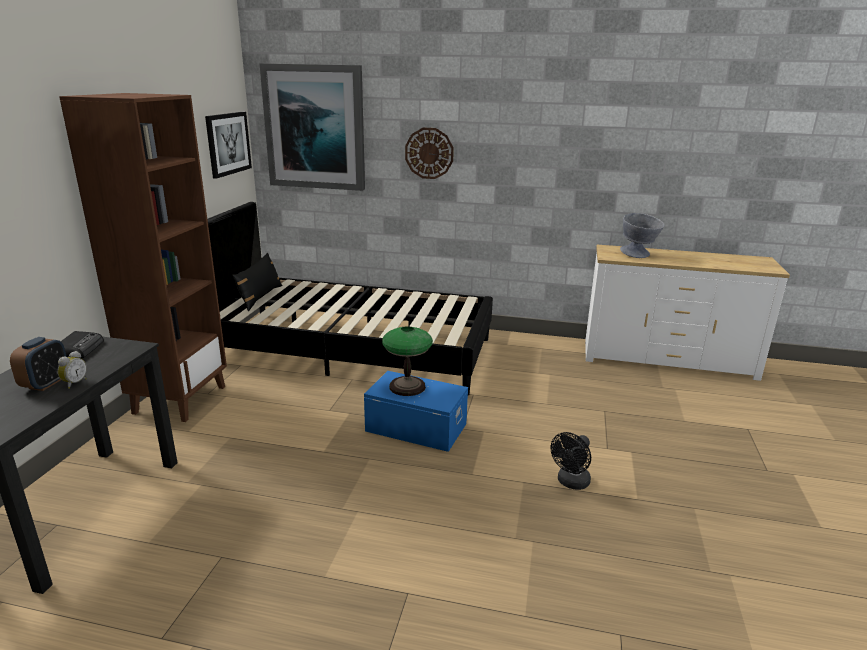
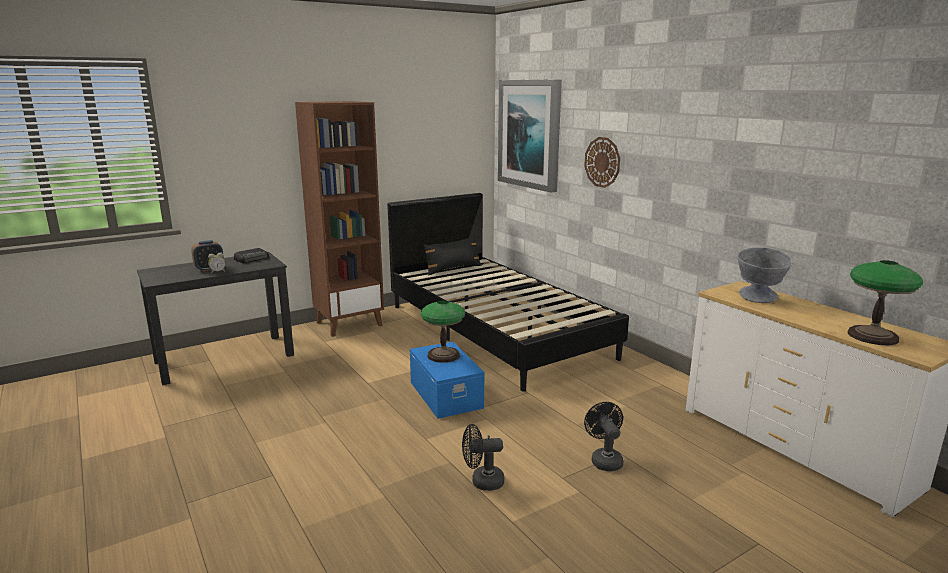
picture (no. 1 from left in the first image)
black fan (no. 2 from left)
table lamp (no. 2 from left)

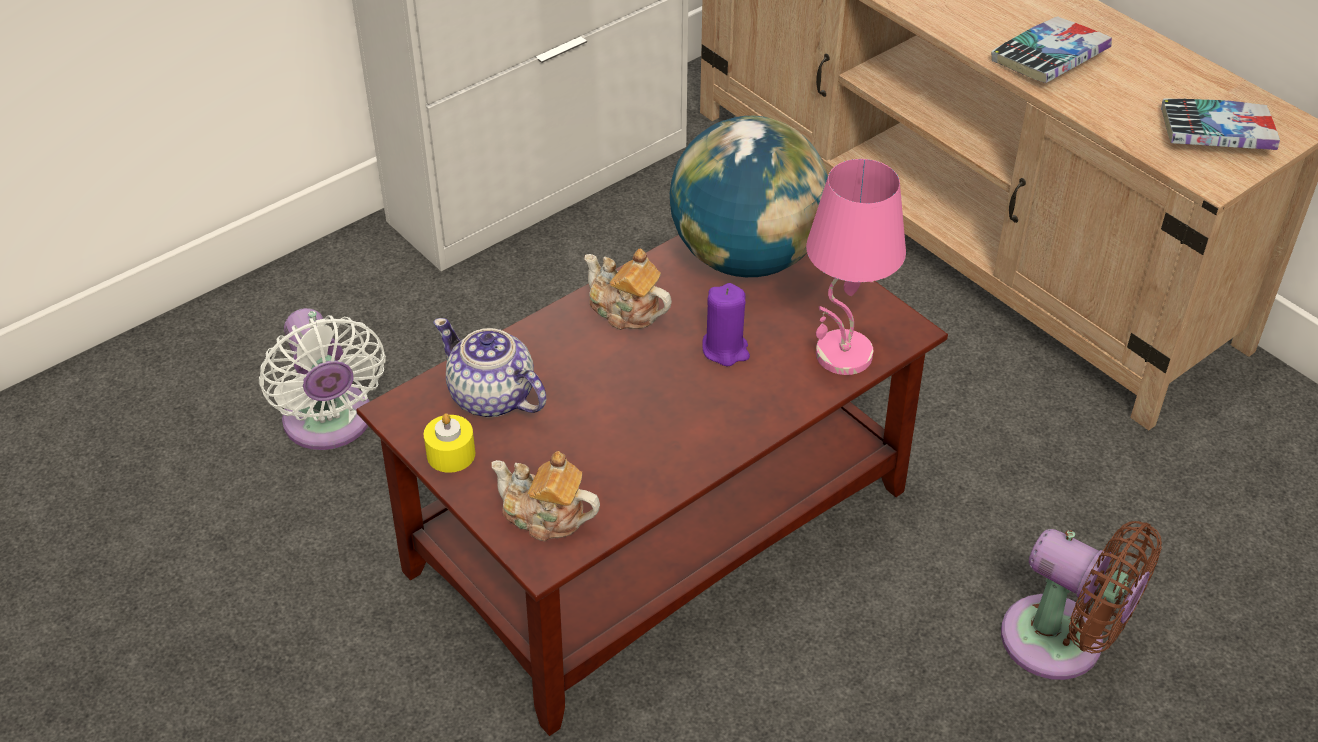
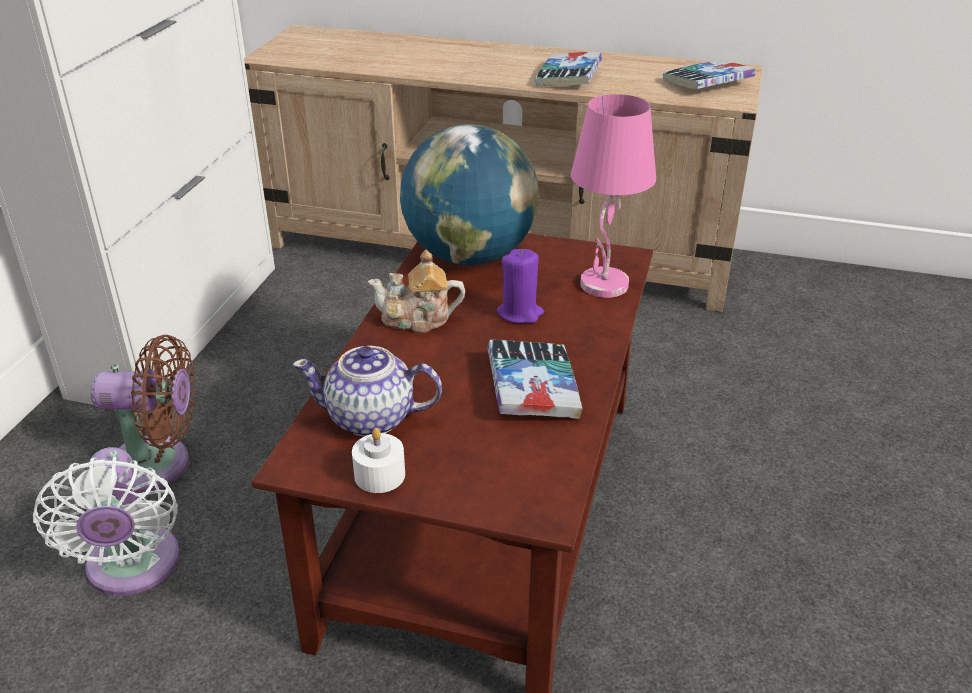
teapot (no. 2 from left in the first image)
book (no. 1 from left)
brown fan
white candle
white fan

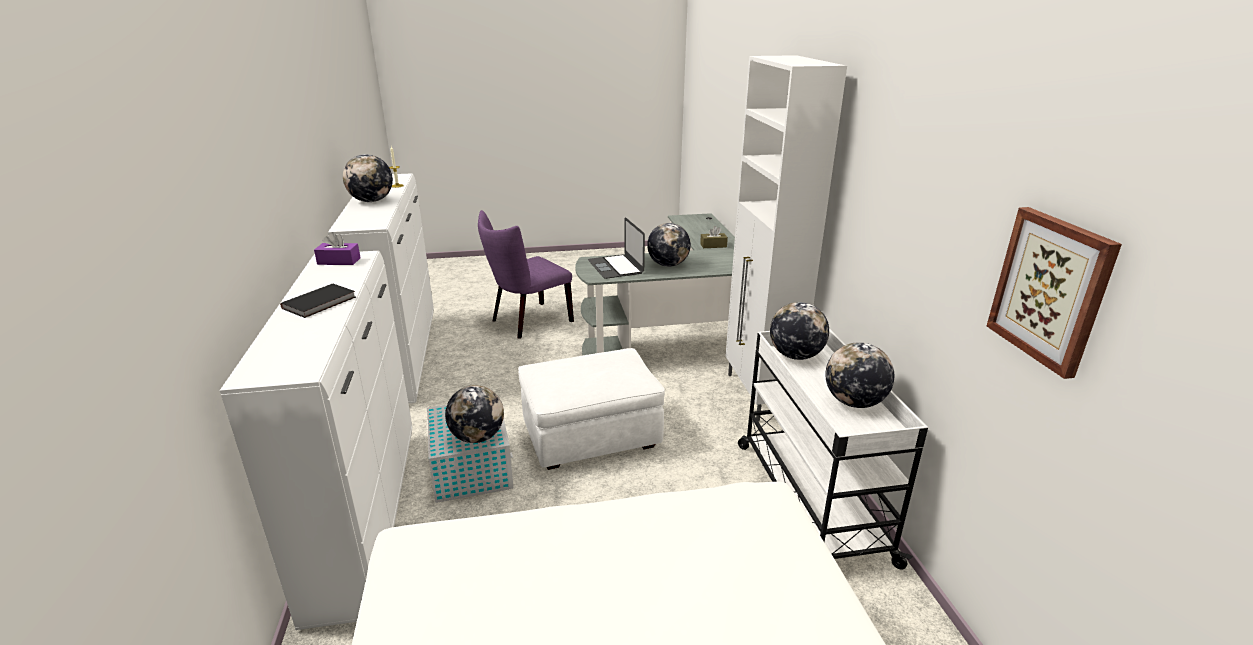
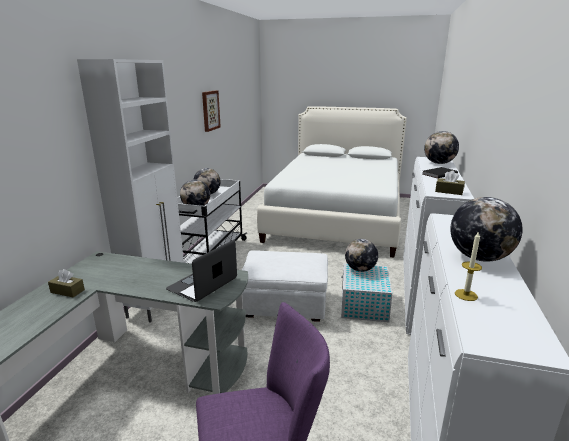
globe (no. 4 from left)
brown tissue box (no. 2 from left)
laptop

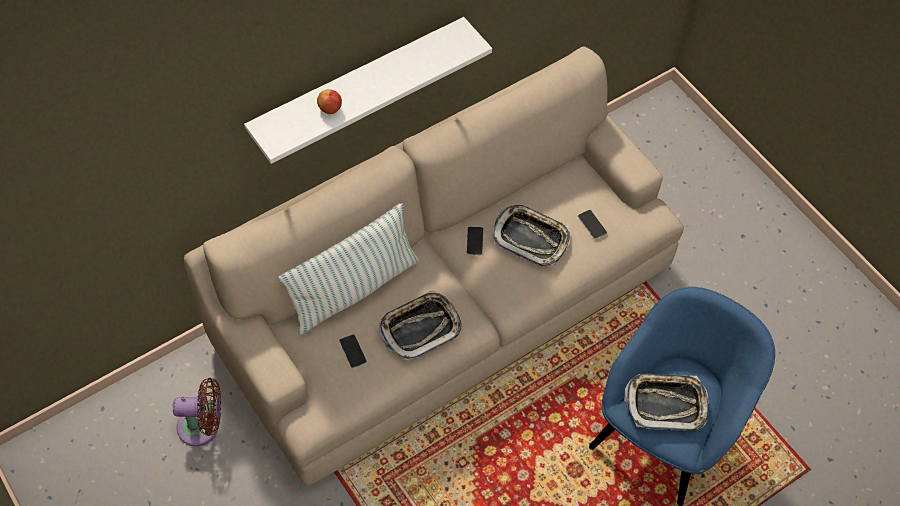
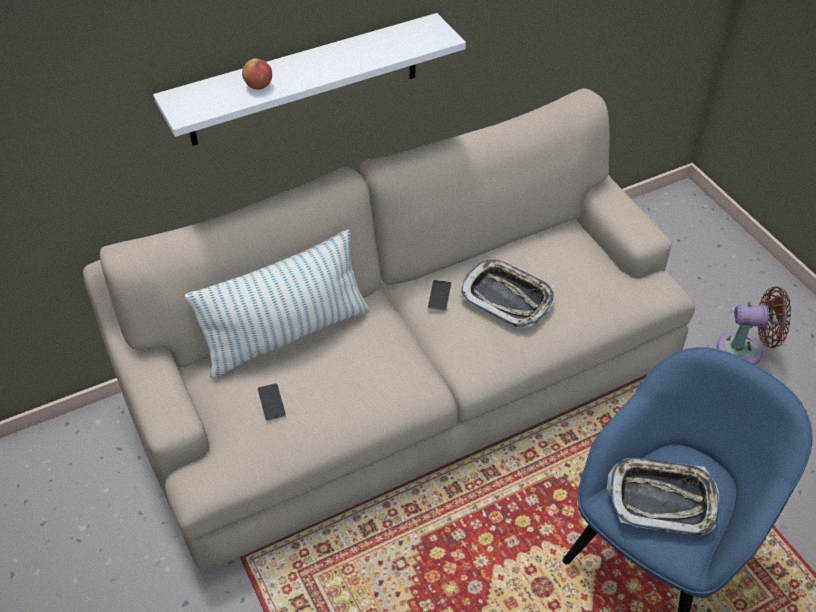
tray (no. 1 from left in the first image)
phone (no. 3 from left in the first image)
brown fan

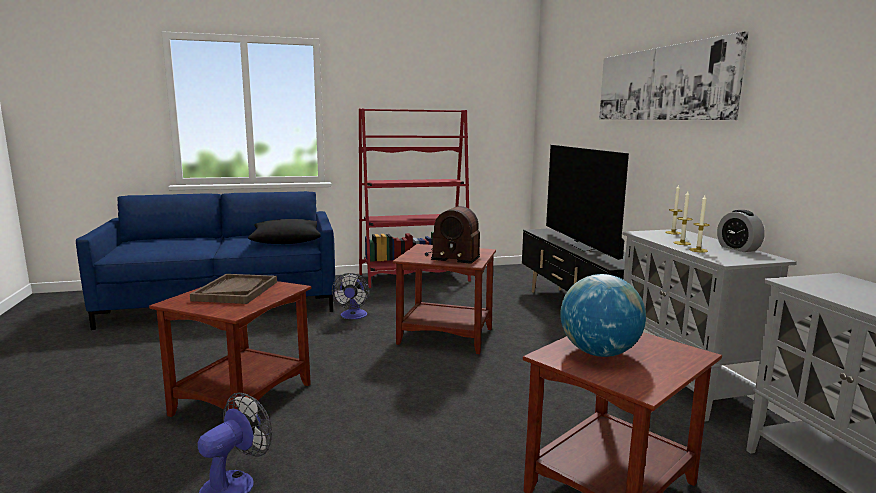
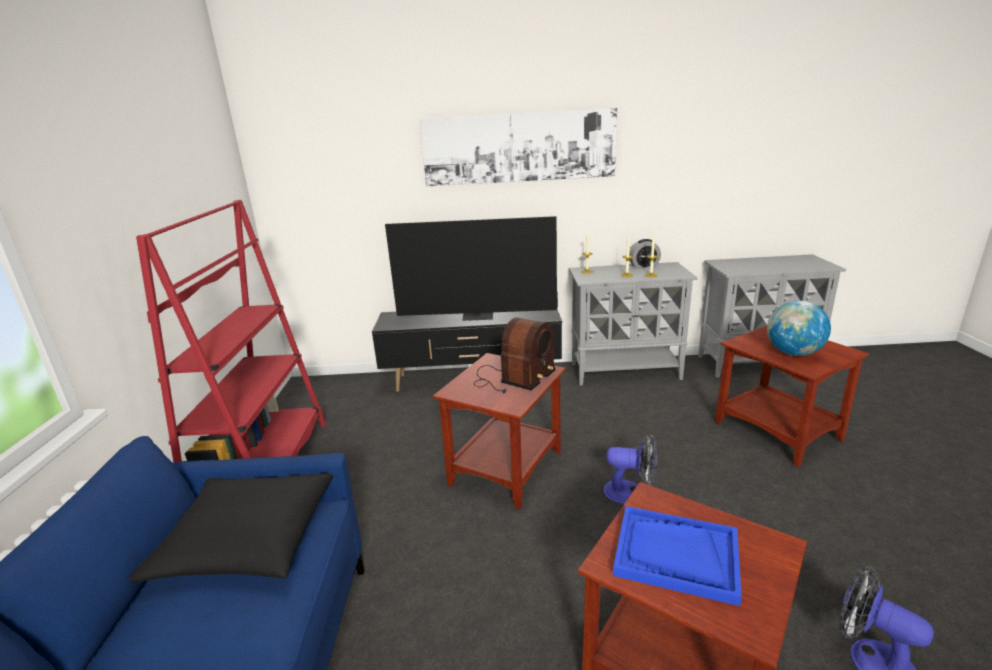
fan (no. 1 from left)
blue tray

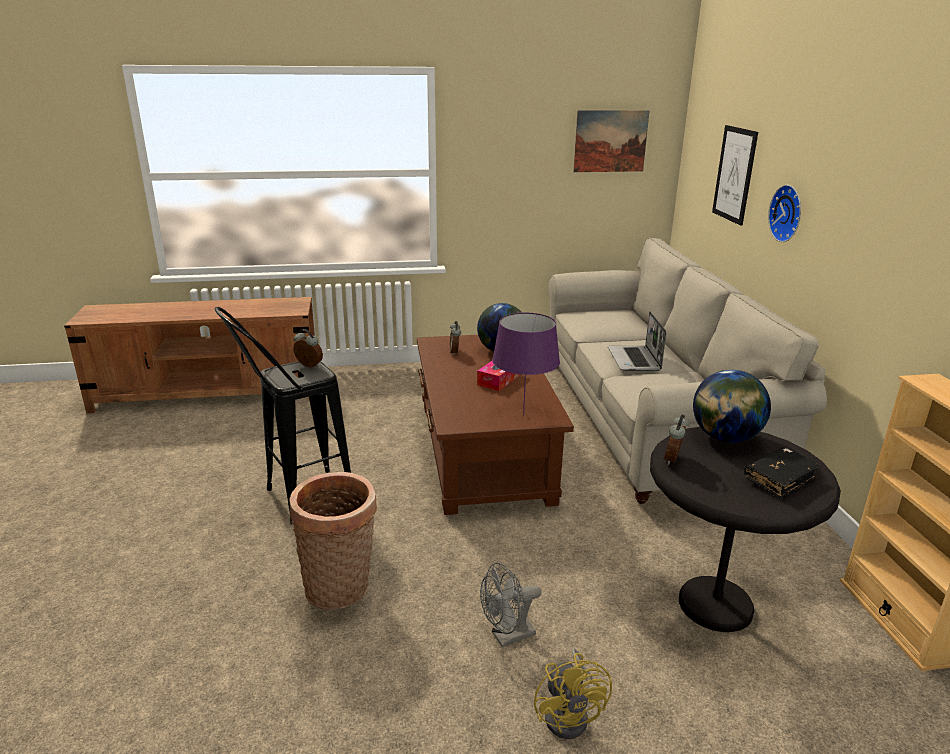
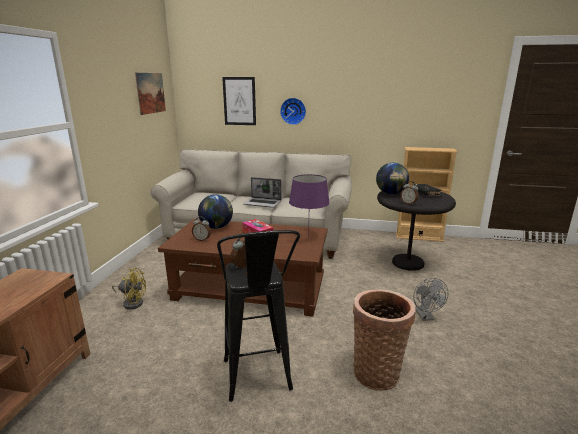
yellow fan

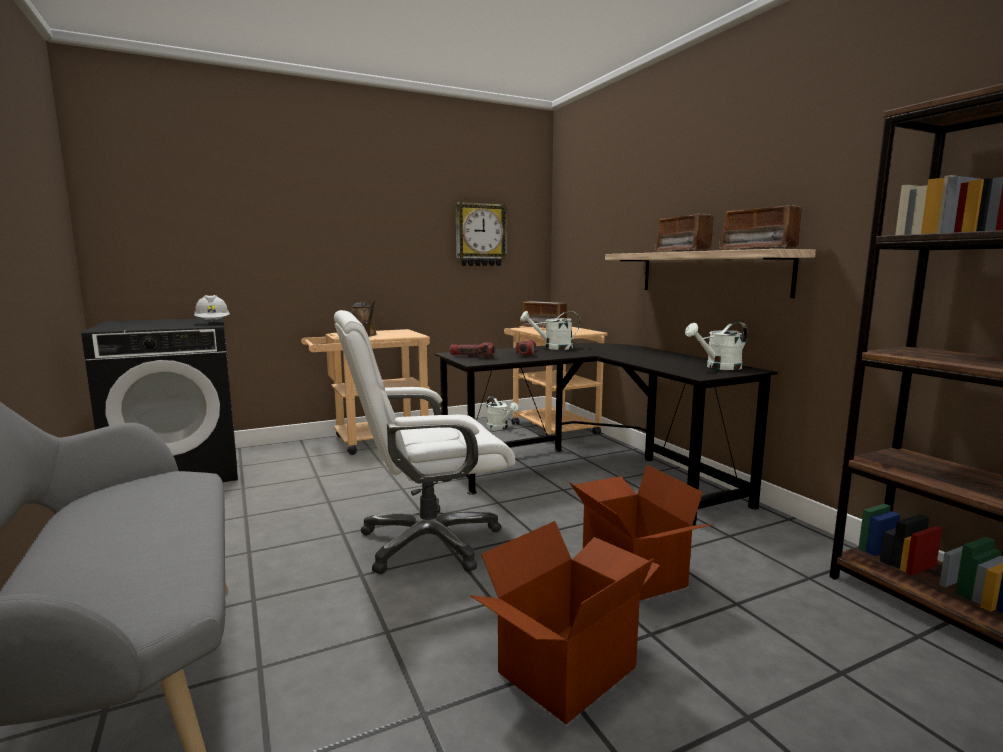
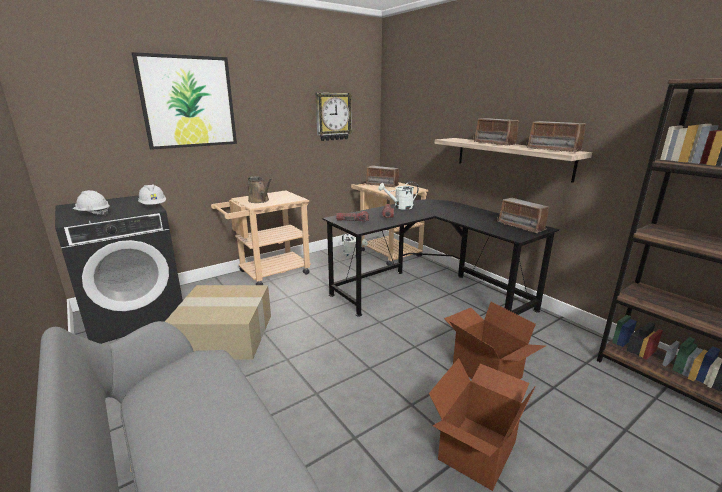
white office chair
white hard hat (no. 1 from left)
picture
cardboard box (no. 1 from left)
radio (no. 3 from left)

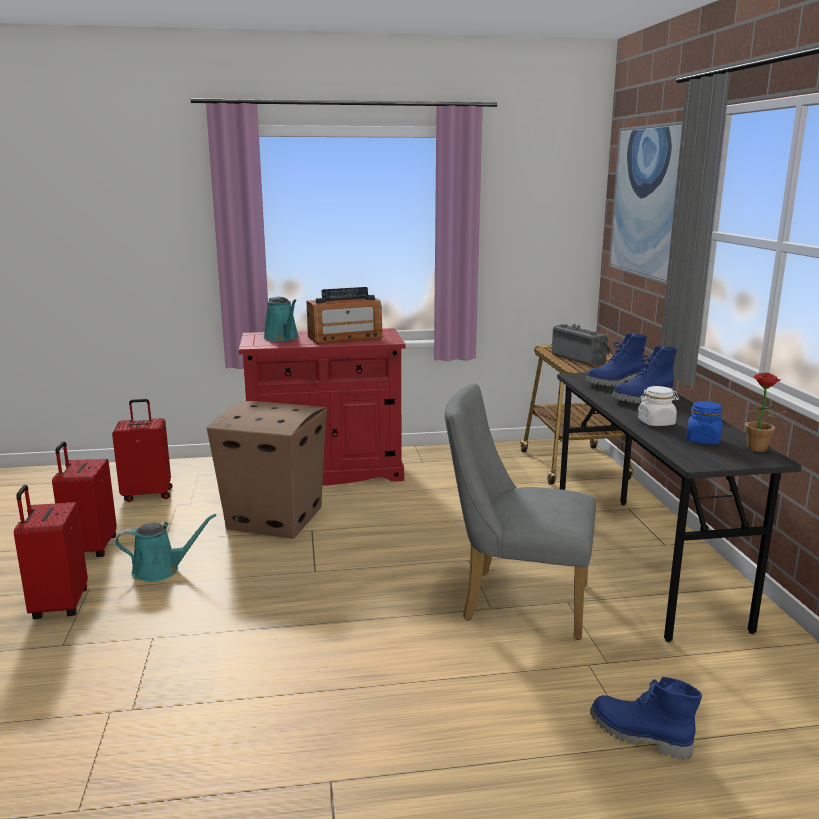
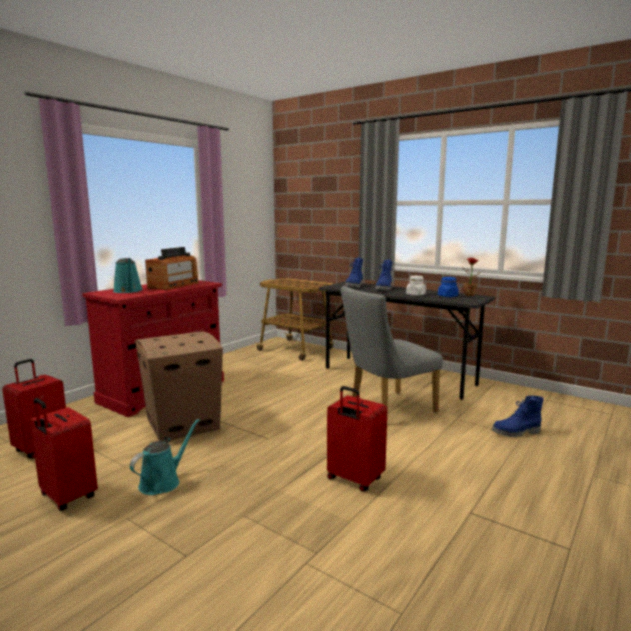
radio (no. 2 from left in the first image)
picture
red suitcase (no. 3 from left)
turquoise watering can (no. 1 from left)

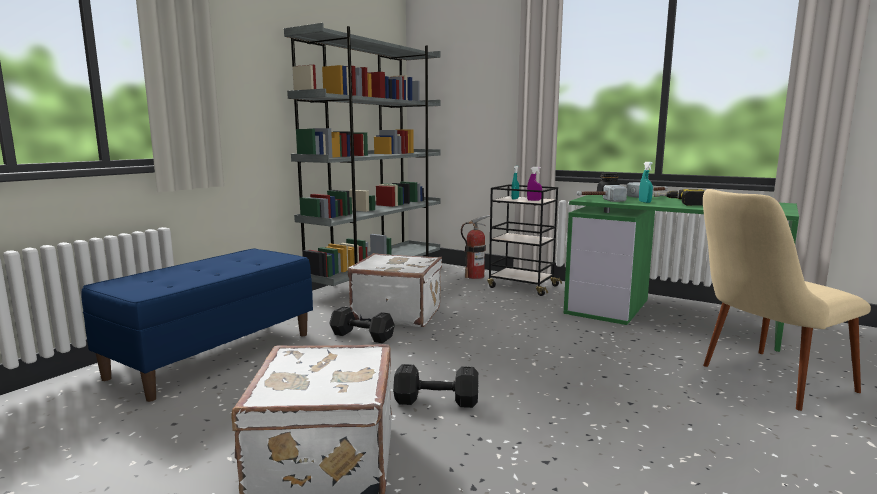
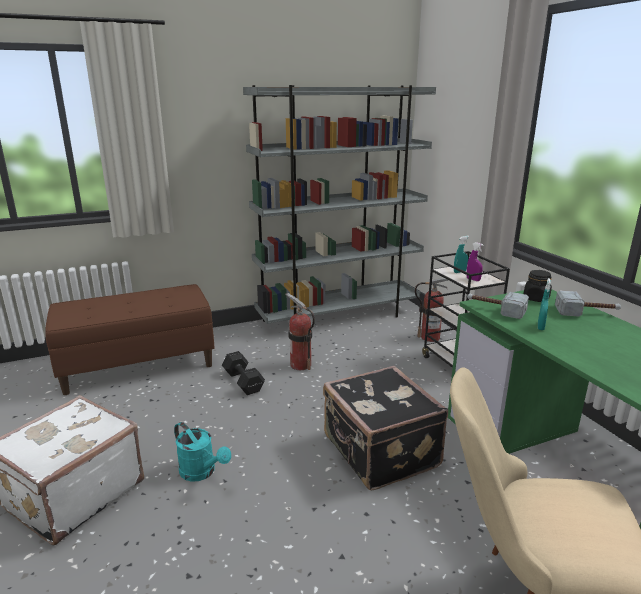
power drill
black suitcase
fire extinguisher (no. 1 from left)
turquoise watering can
brown bench

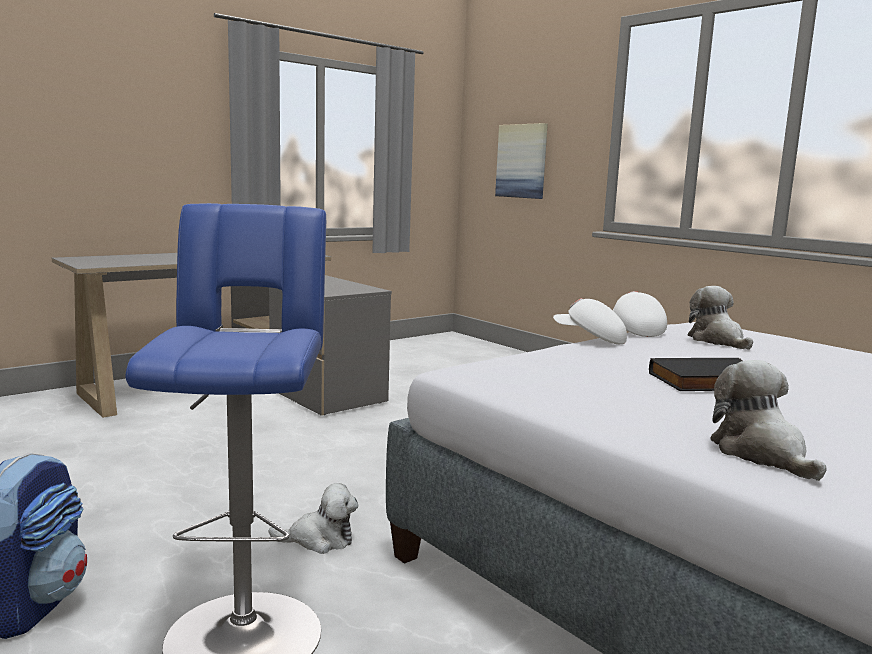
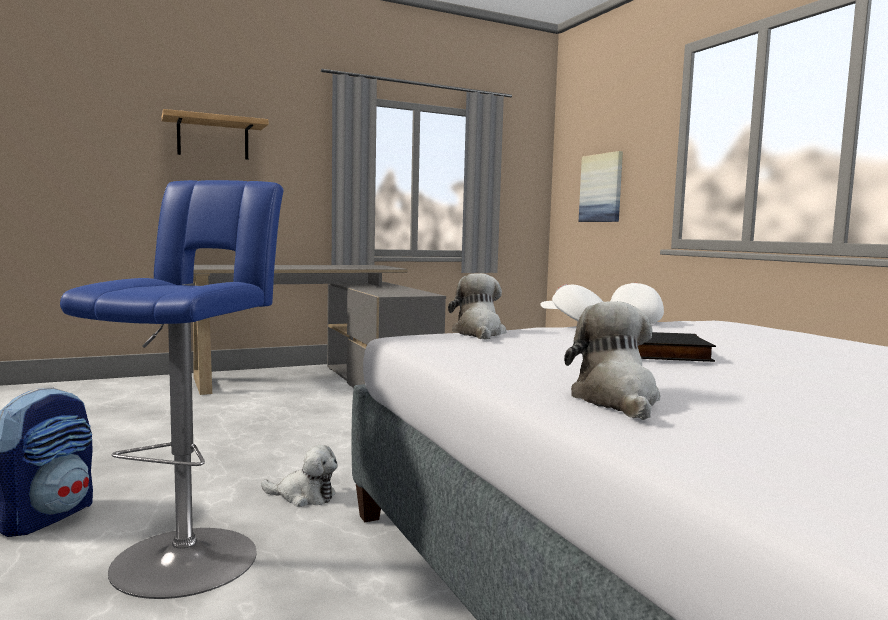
shelf
plush toy (no. 2 from left)

